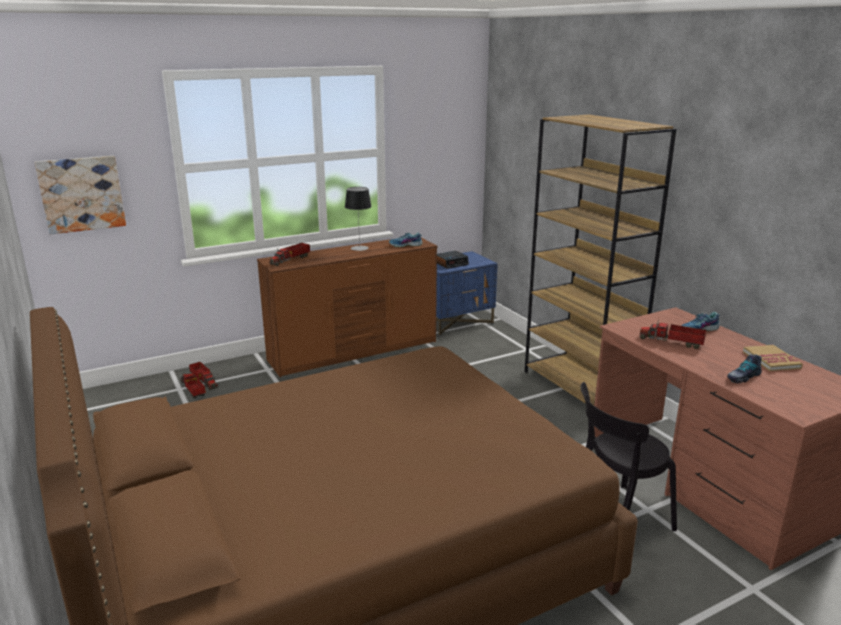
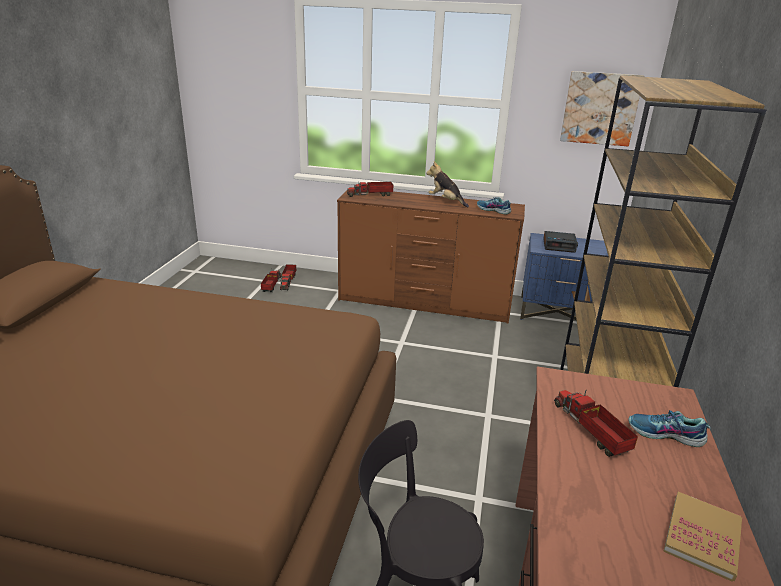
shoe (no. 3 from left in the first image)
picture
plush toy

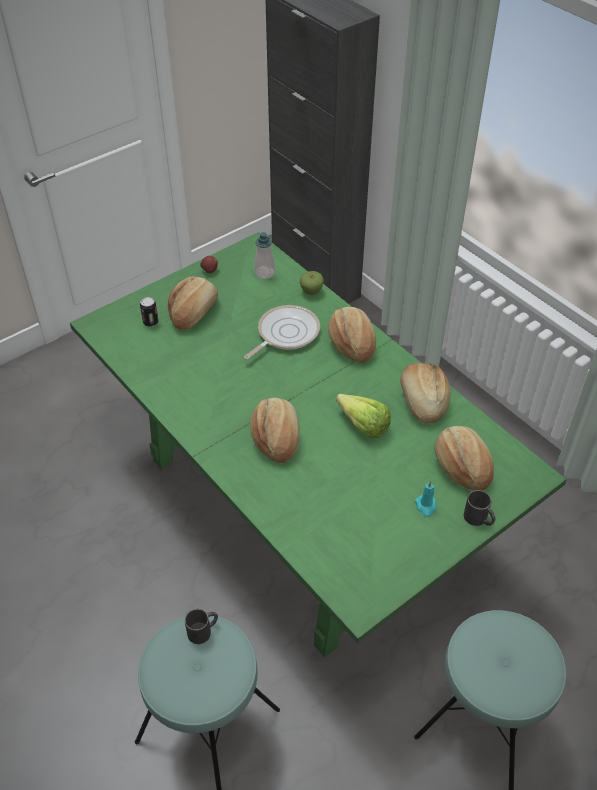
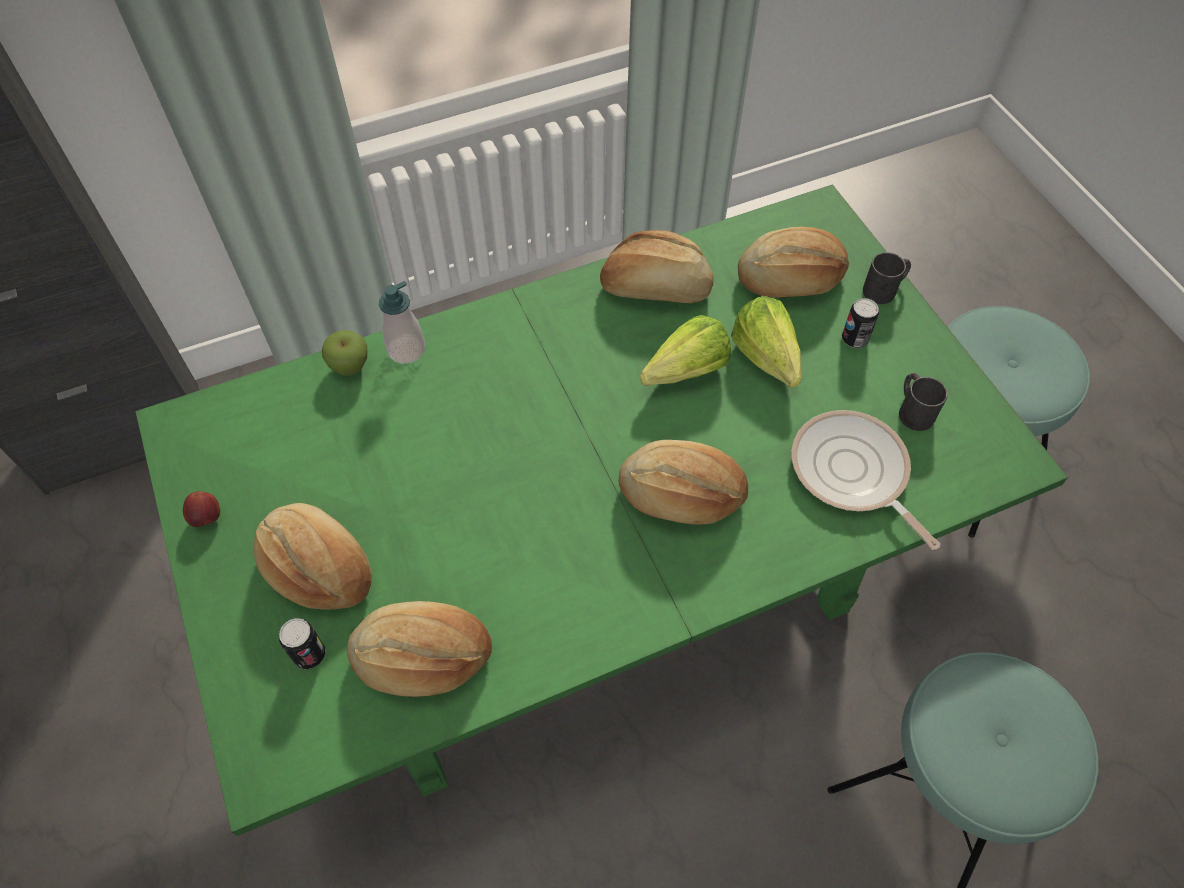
lettuce (no. 2 from left)
black mug (no. 2 from left)
frying pan
soap dispenser
bread (no. 2 from left)
can (no. 2 from left)

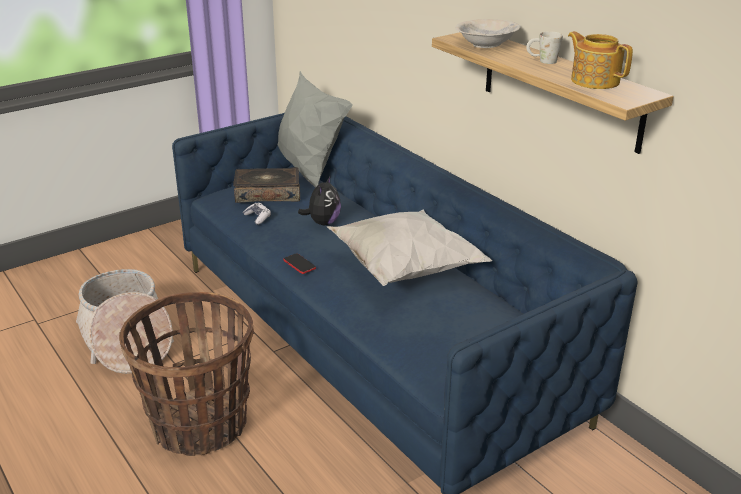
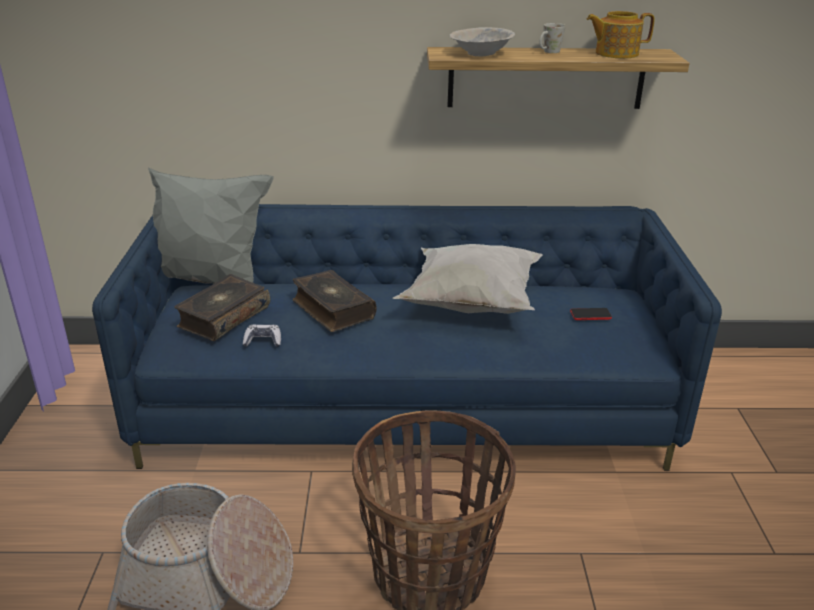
phone
book (no. 2 from left)

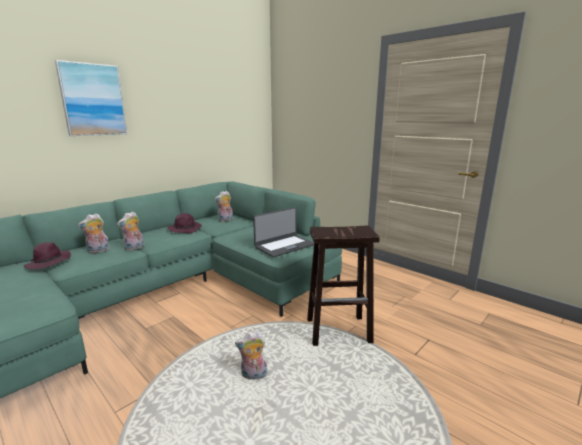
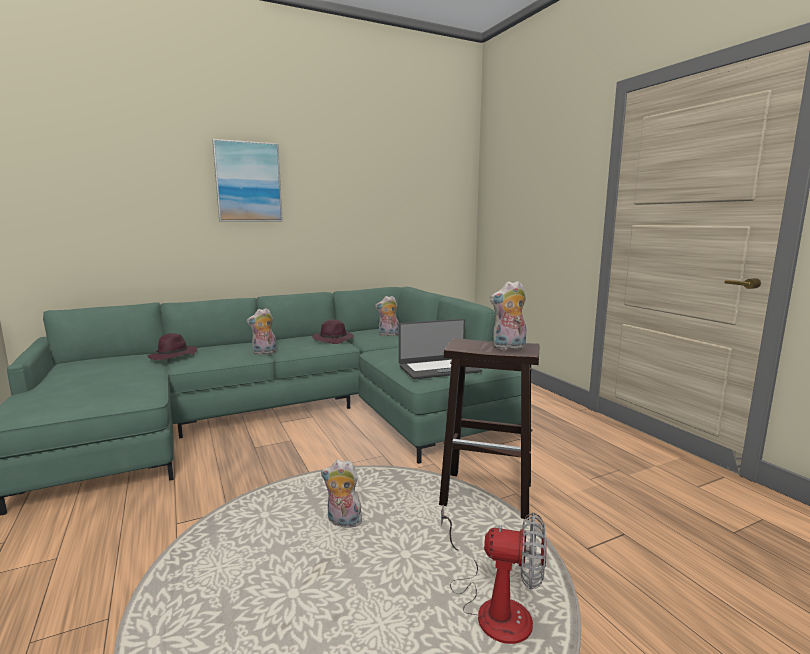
fan
plush toy (no. 4 from left)

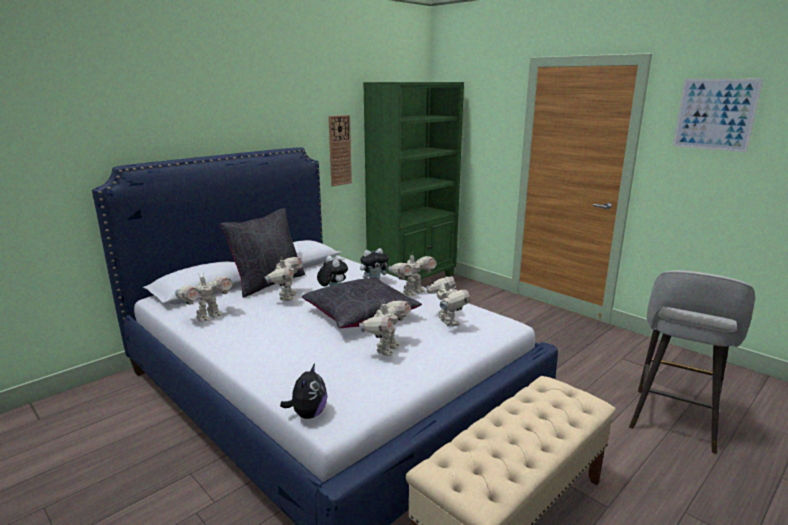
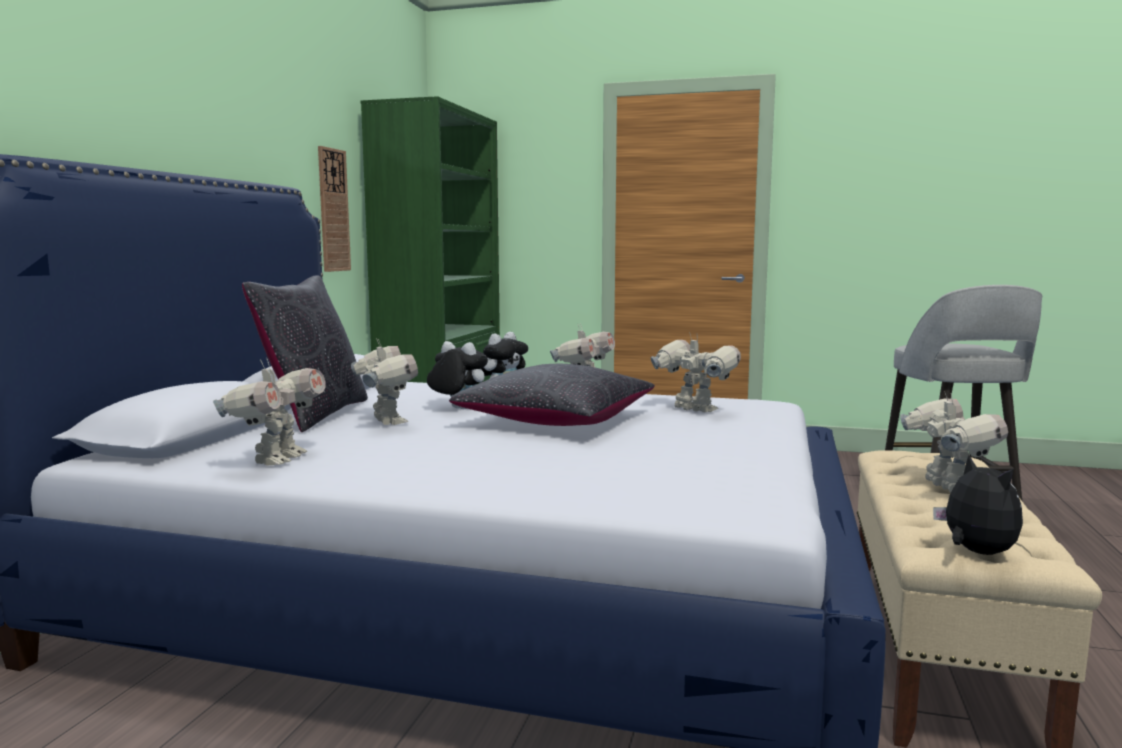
picture
plush toy (no. 3 from left)
toy robot (no. 5 from left)

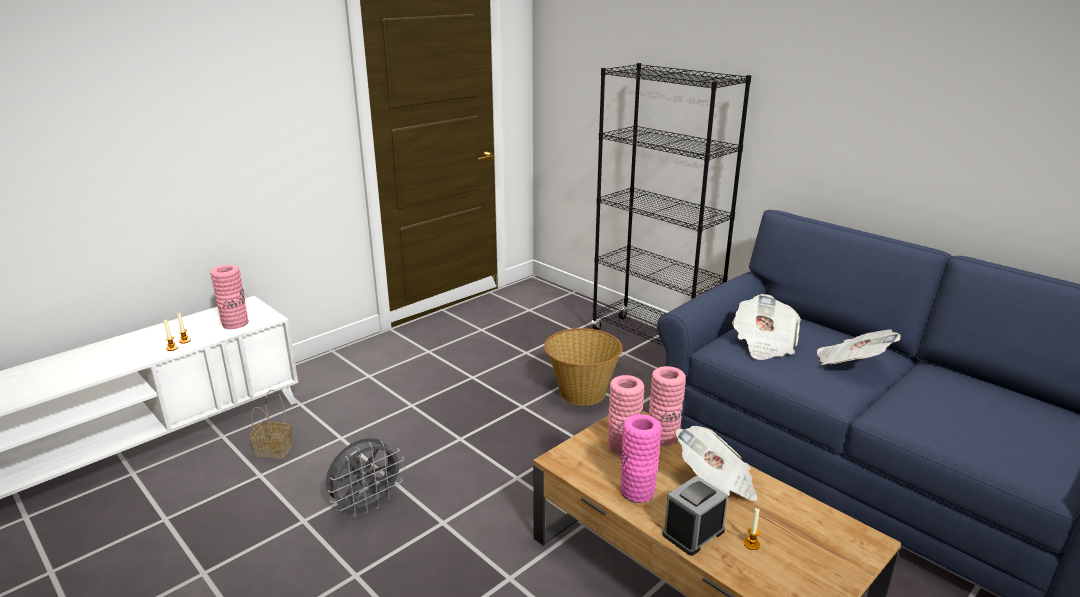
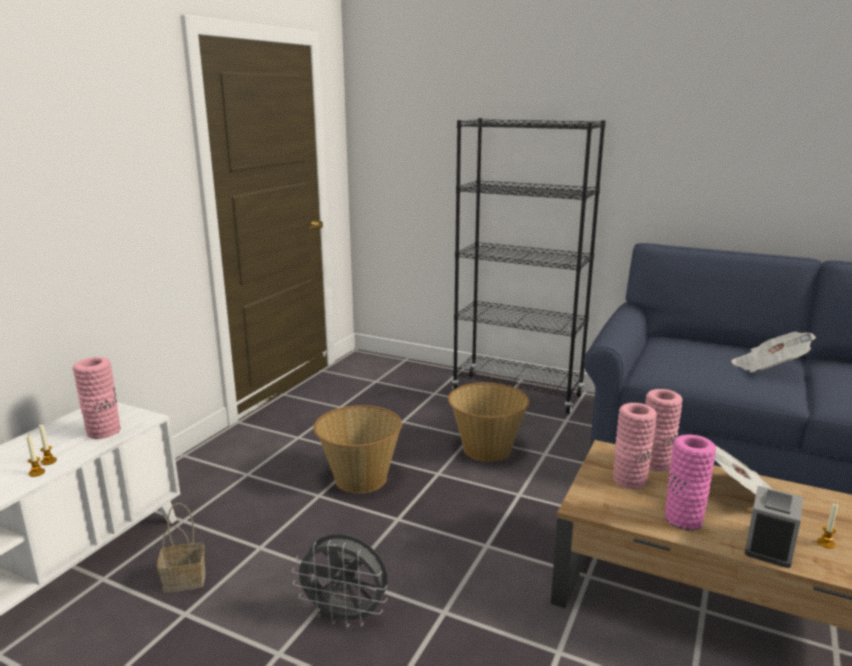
newspaper (no. 2 from left in the first image)
basket (no. 2 from left)
grey fan

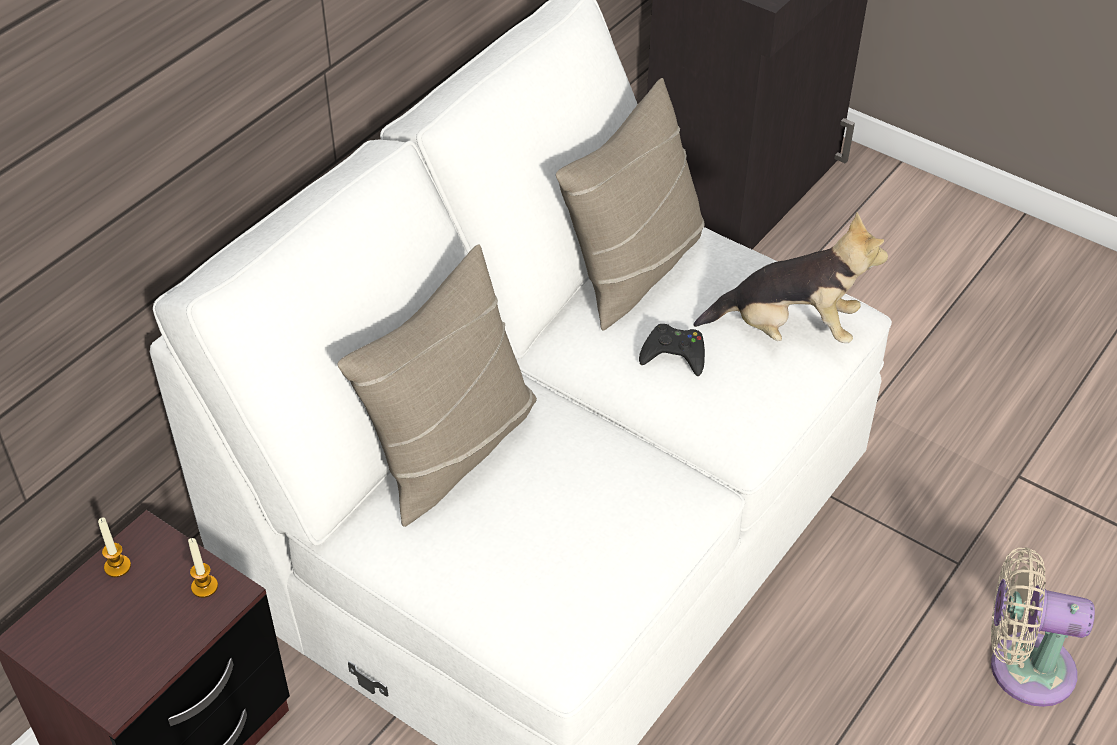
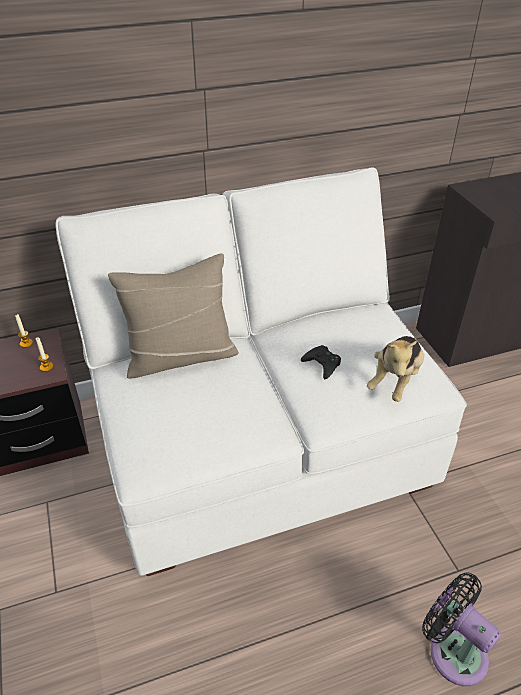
beige pillow (no. 2 from left in the first image)
black fan
plush toy

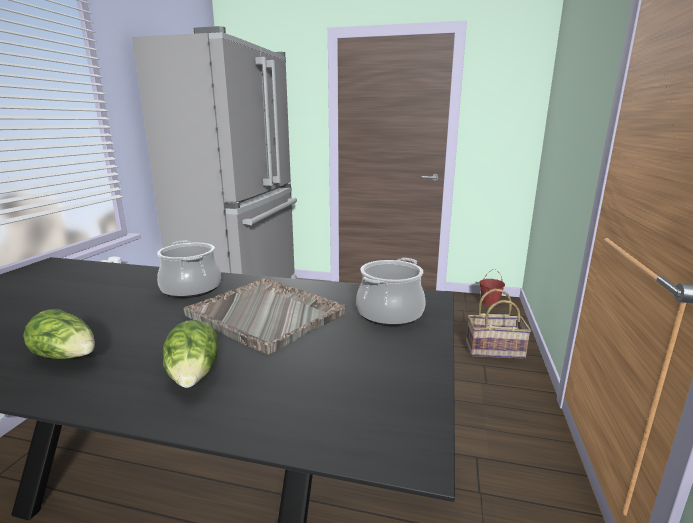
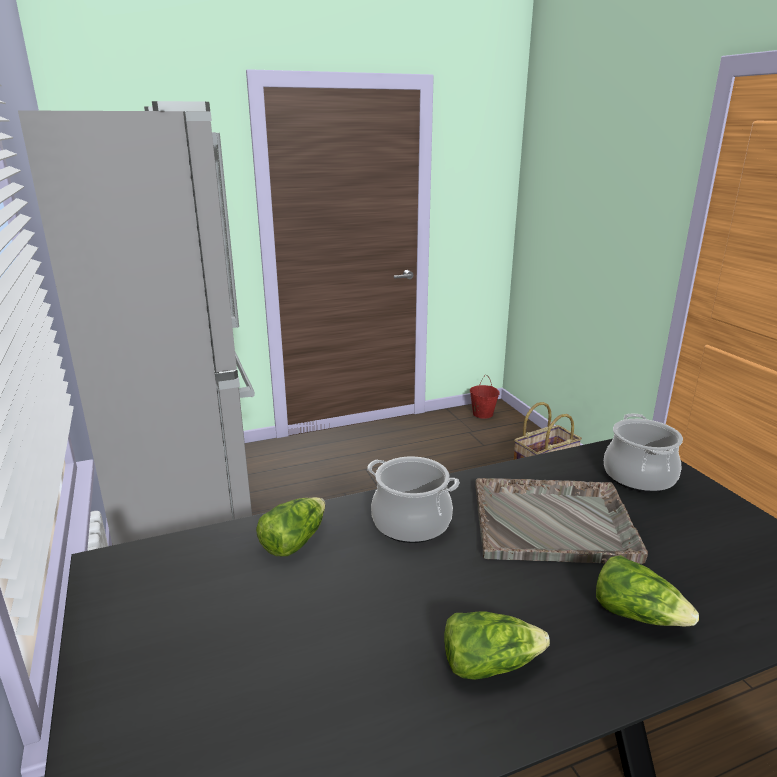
lettuce (no. 1 from left)

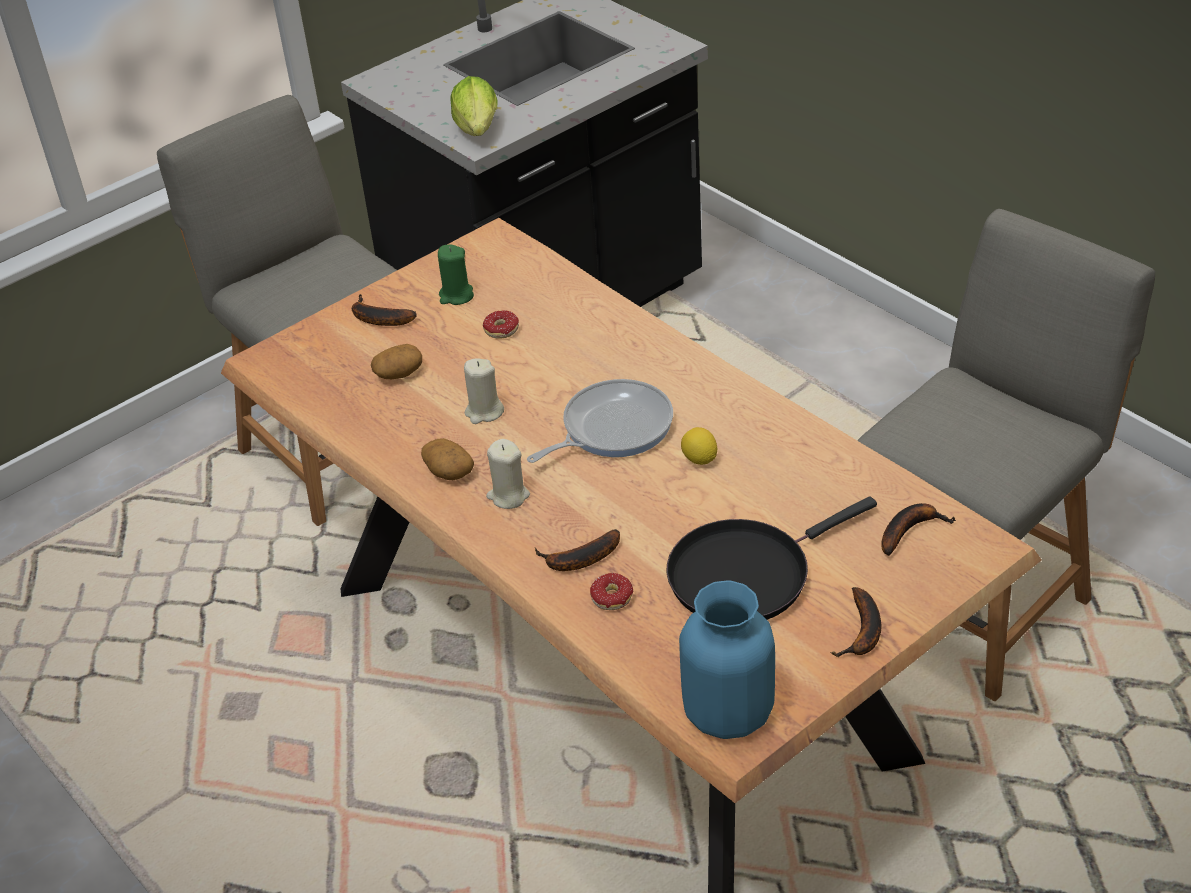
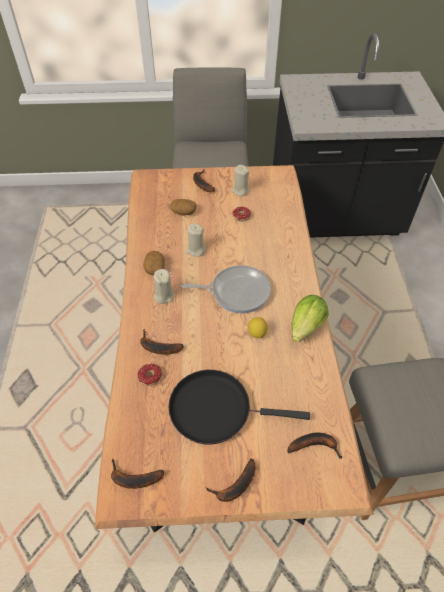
lettuce
banana (no. 1 from left)
beige candle (no. 3 from left)

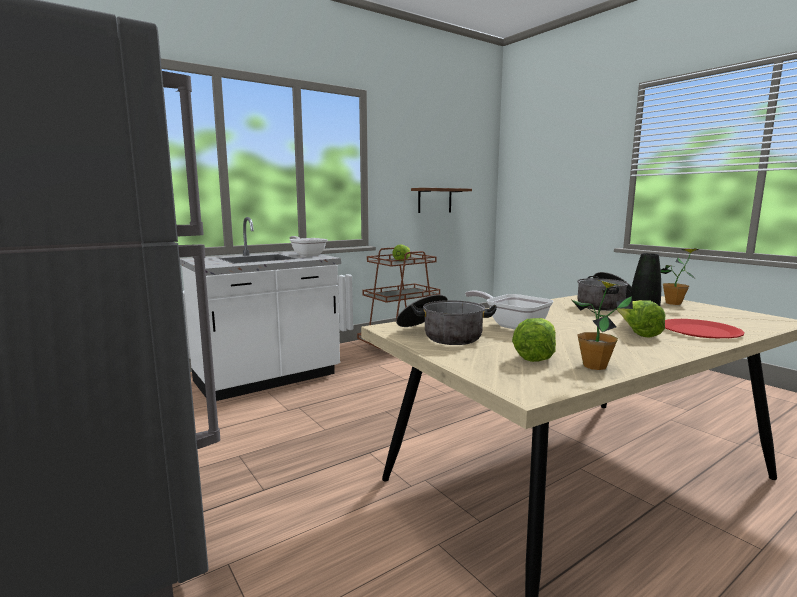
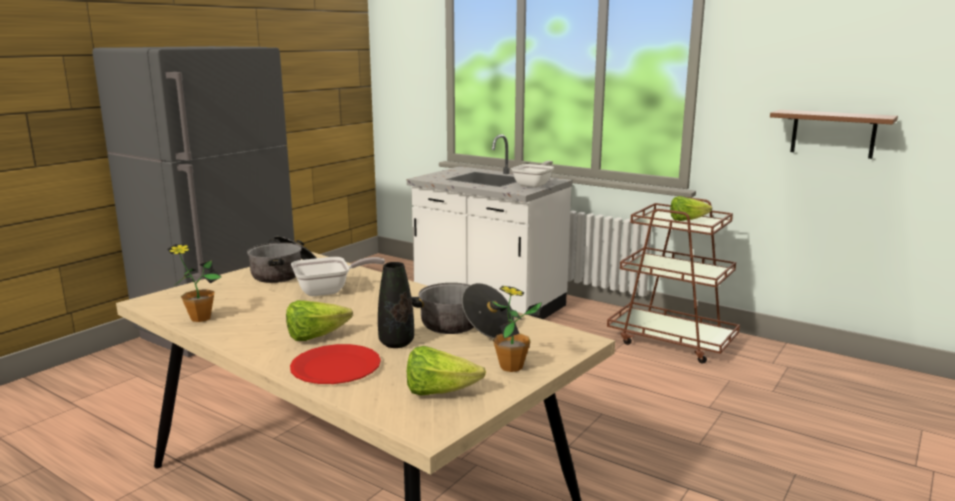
lettuce (no. 2 from left)
frying pan (no. 1 from left)

